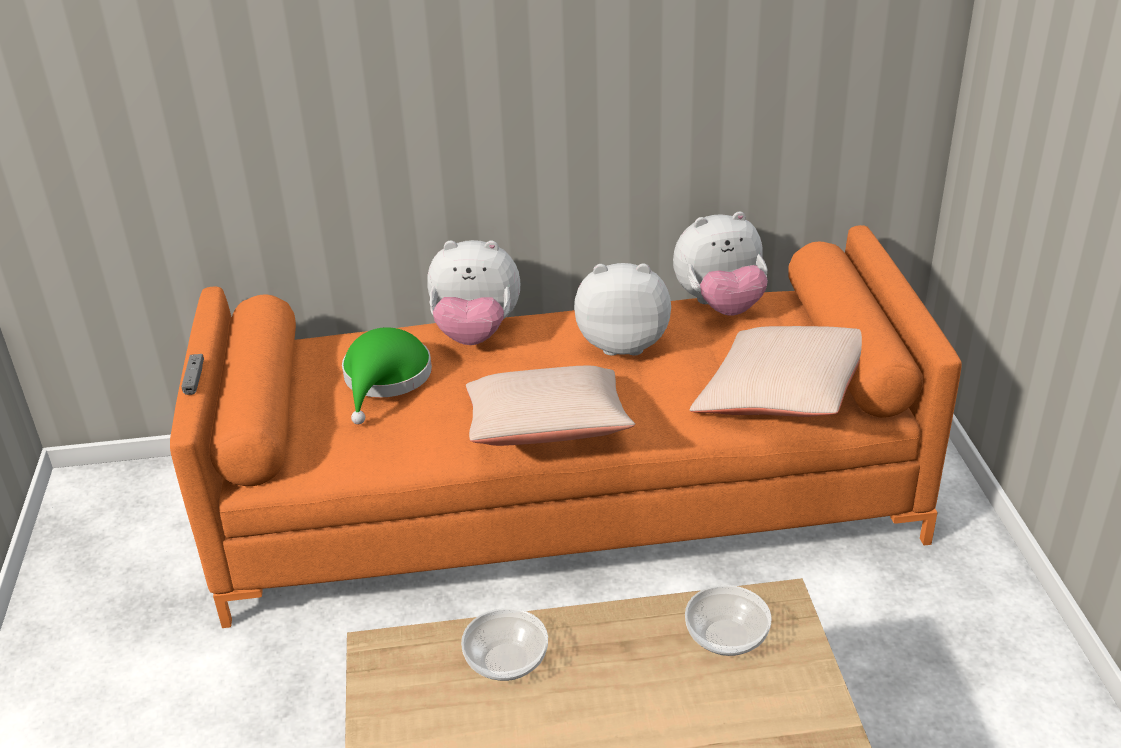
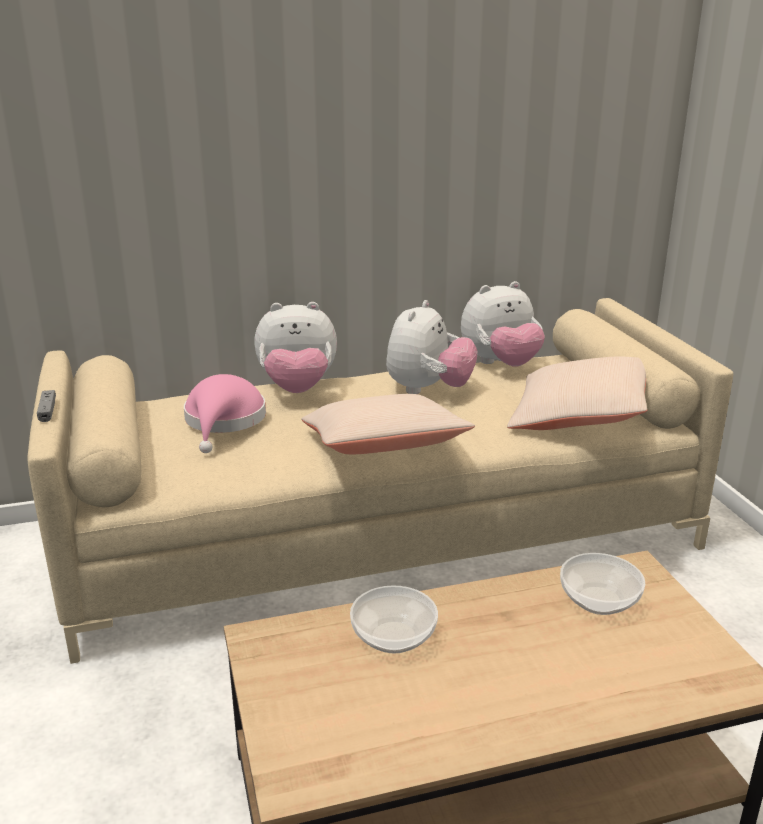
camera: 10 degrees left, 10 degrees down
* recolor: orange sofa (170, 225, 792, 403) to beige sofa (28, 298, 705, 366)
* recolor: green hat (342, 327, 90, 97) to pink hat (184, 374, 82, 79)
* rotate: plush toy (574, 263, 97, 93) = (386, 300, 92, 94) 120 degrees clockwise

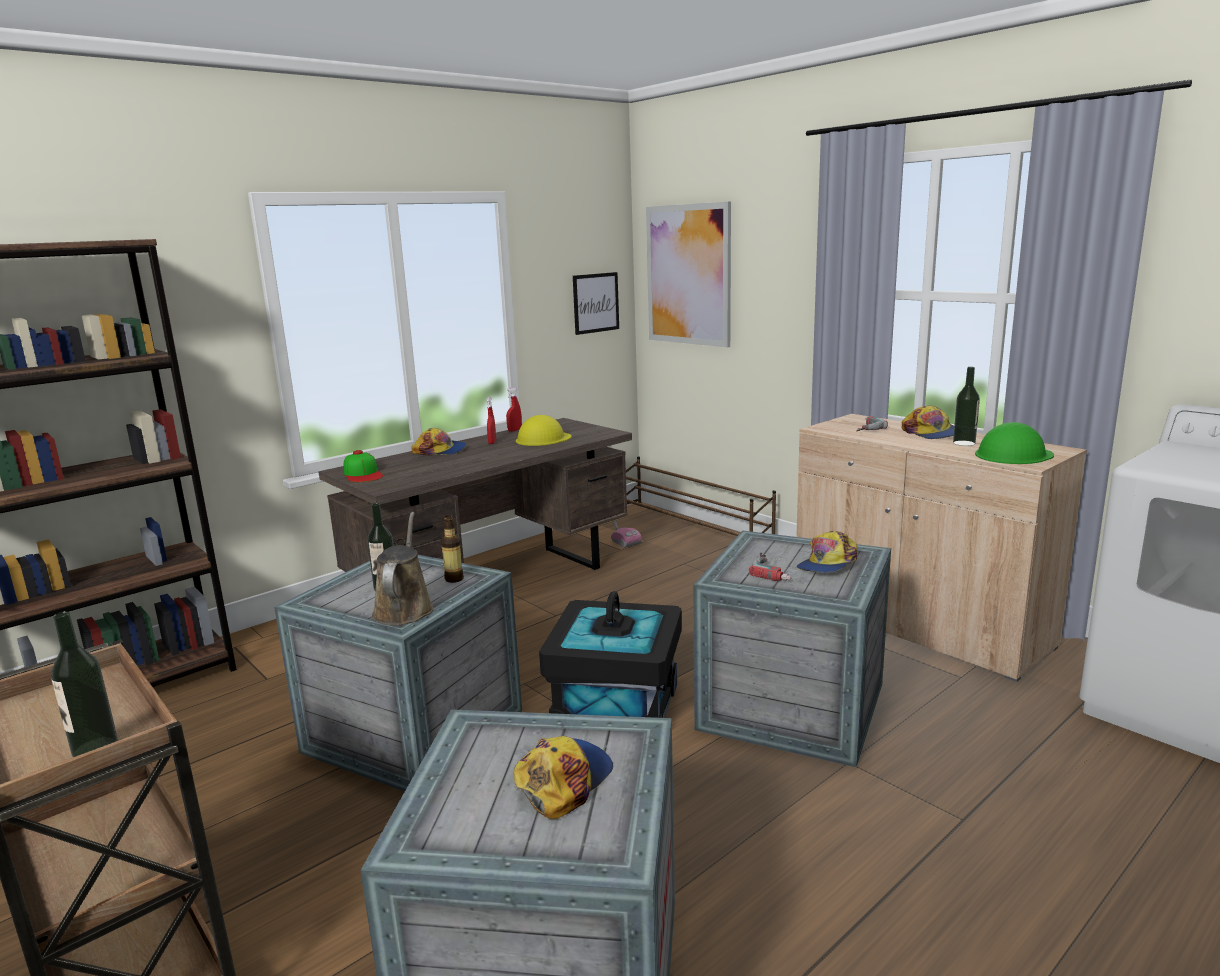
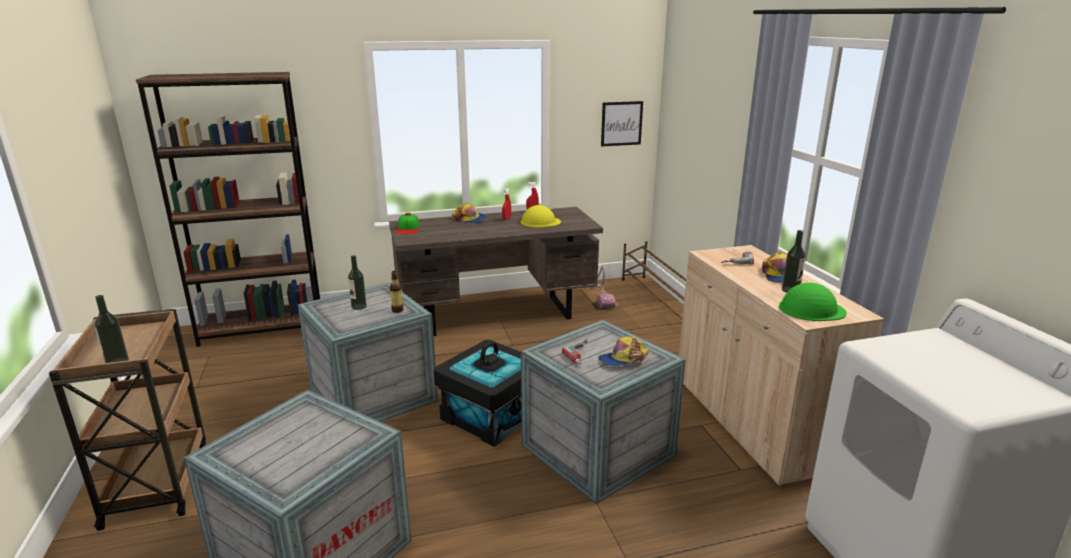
camera: 25 degrees right, 5 degrees up
* delete: brown watering can (372, 512, 62, 113)
* delete: cap (513, 736, 100, 83)
* delete: picture (646, 202, 85, 146)

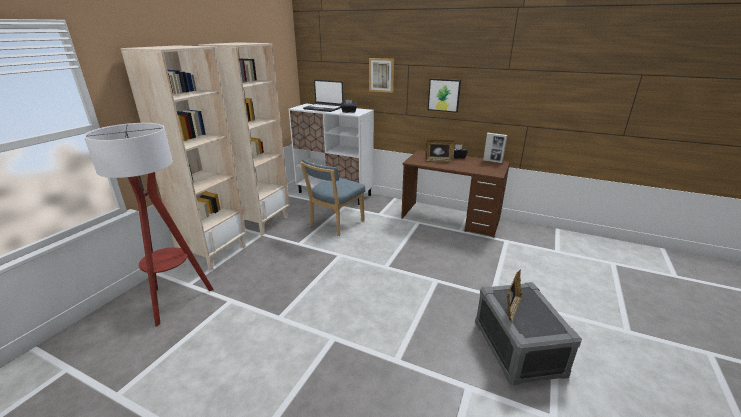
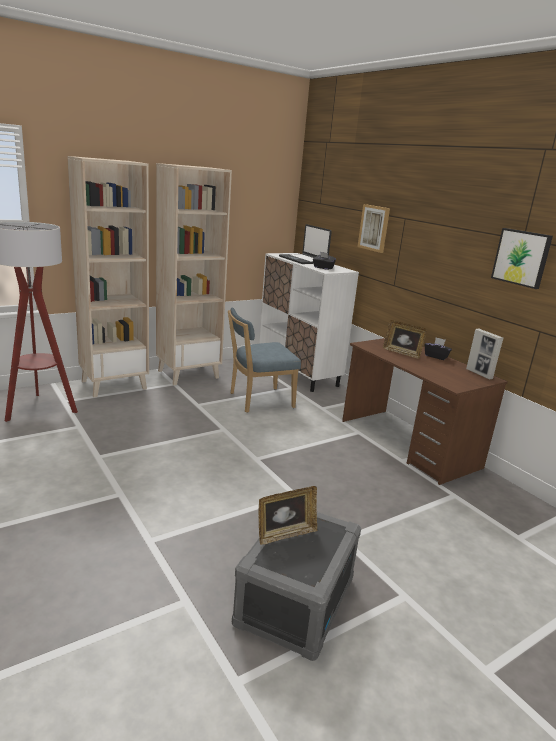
camera: 30 degrees right, 5 degrees down
* move: picture (428, 78, 33, 35) to (491, 228, 62, 61)

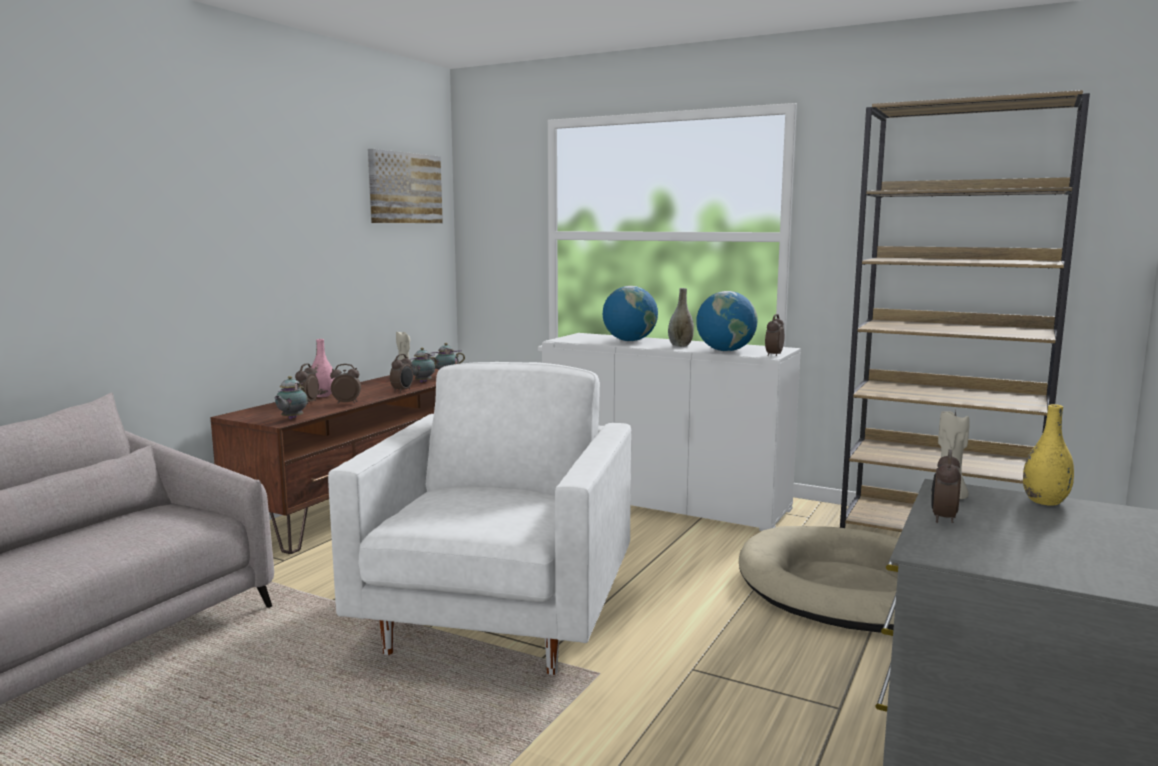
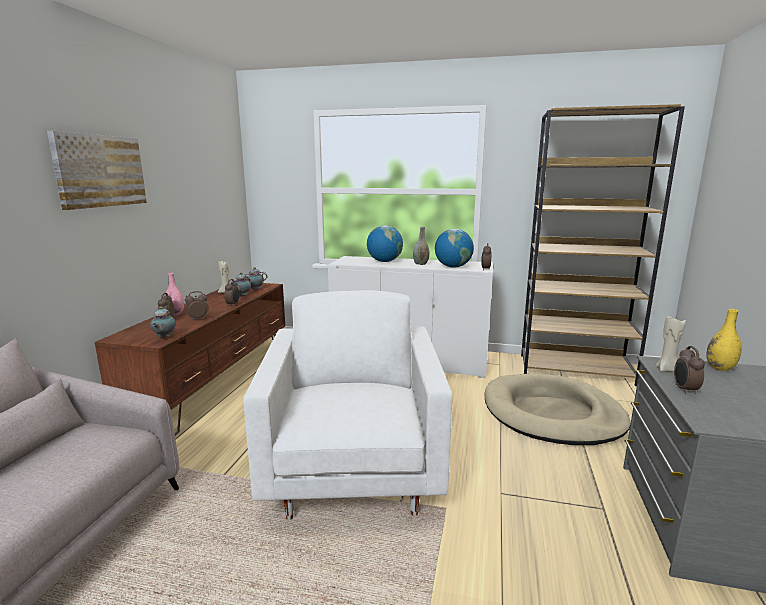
camera: 15 degrees left, 5 degrees up
* move: picture (368, 149, 75, 74) to (47, 131, 100, 79)

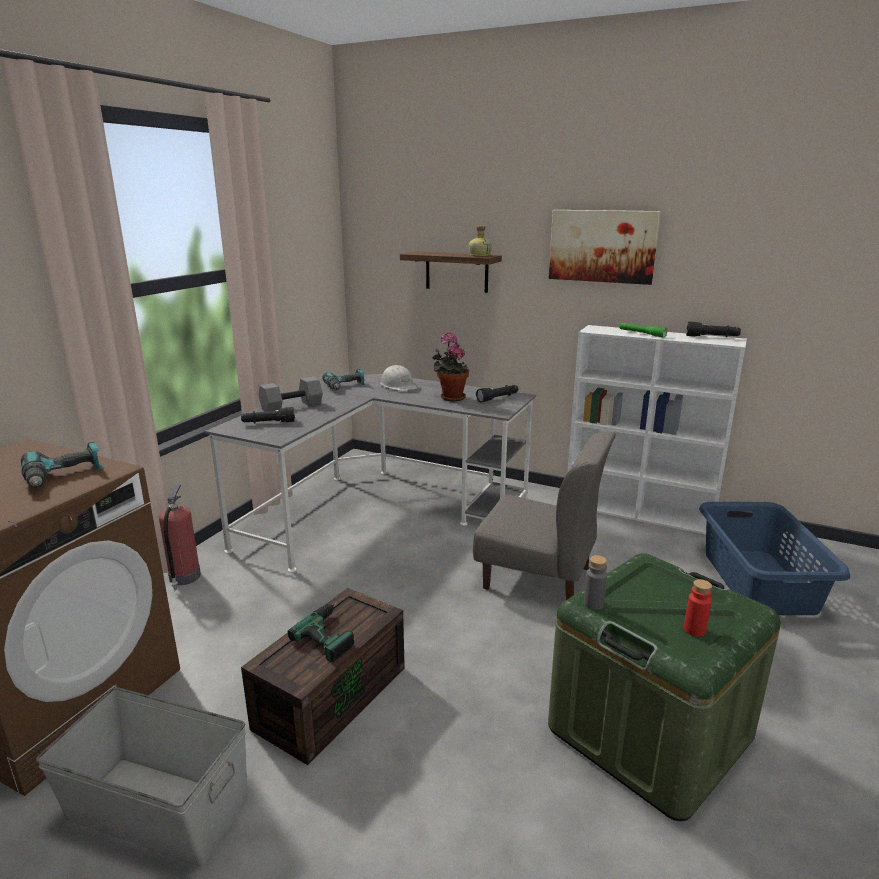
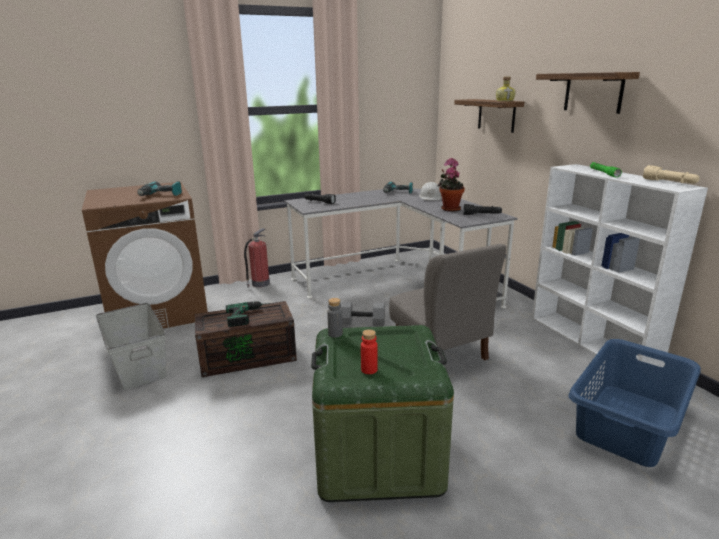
camera: 40 degrees right, 0 degrees up
* move: grey dumbbell (259, 377, 64, 35) to (340, 302, 45, 24)
* replace: picture (549, 210, 112, 75) to shelf (536, 72, 104, 42)
* recolor: black flashlight (686, 322, 55, 15) to beige flashlight (643, 165, 57, 19)

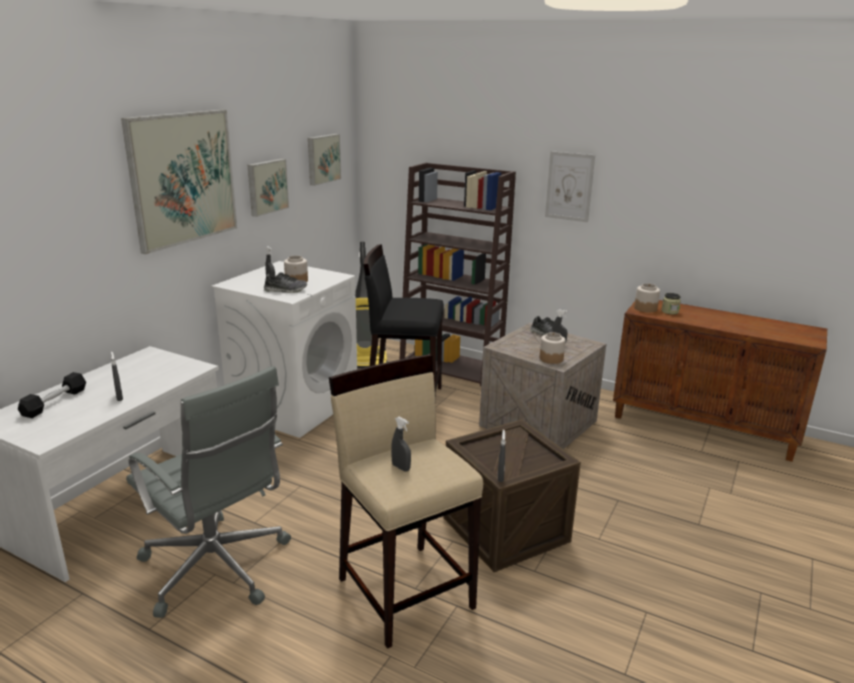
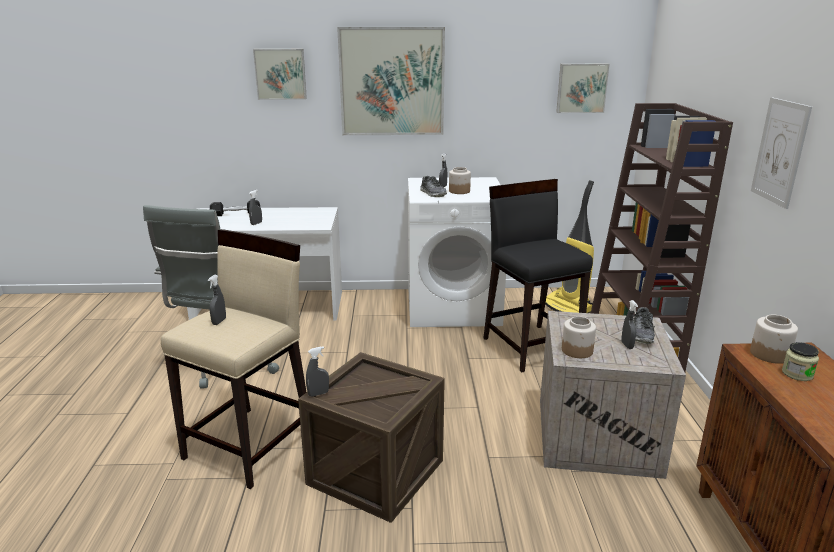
camera: 60 degrees right, 0 degrees up
* move: picture (248, 159, 41, 58) to (253, 49, 54, 51)

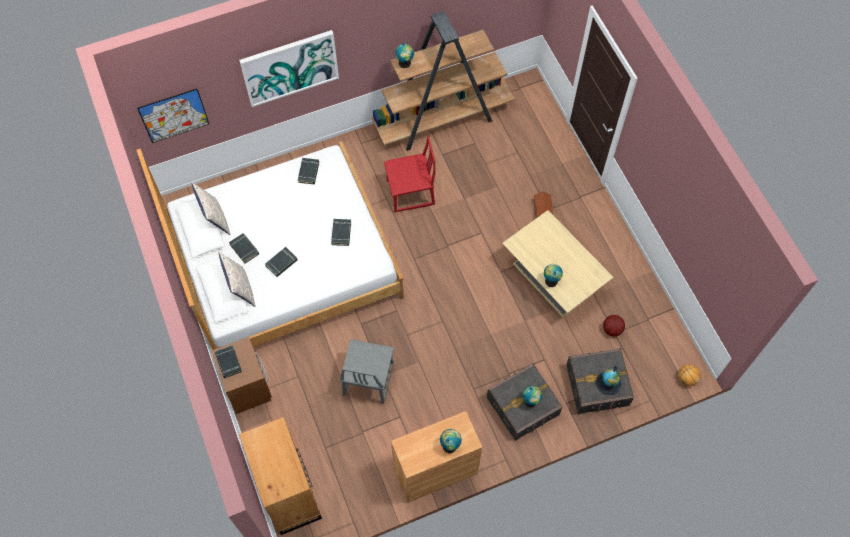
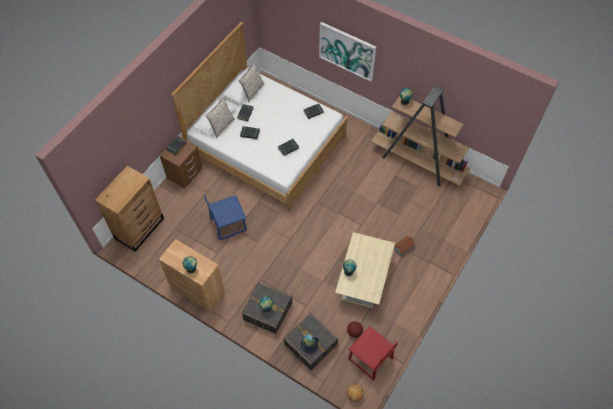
camera: 55 degrees right, 5 degrees down
* delete: picture (137, 88, 72, 55)
* move: red chair (384, 136, 51, 77) to (348, 326, 50, 55)
* recolor: grey chair (340, 339, 54, 65) to blue chair (204, 194, 43, 46)

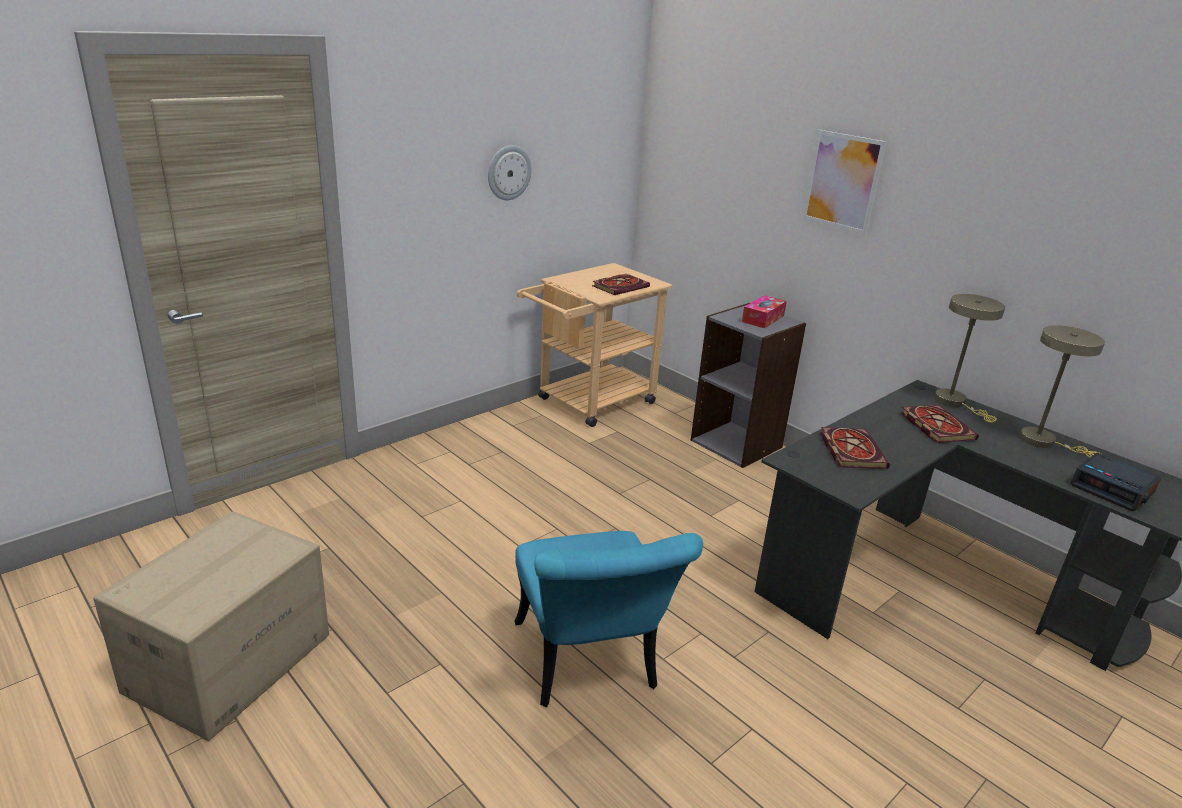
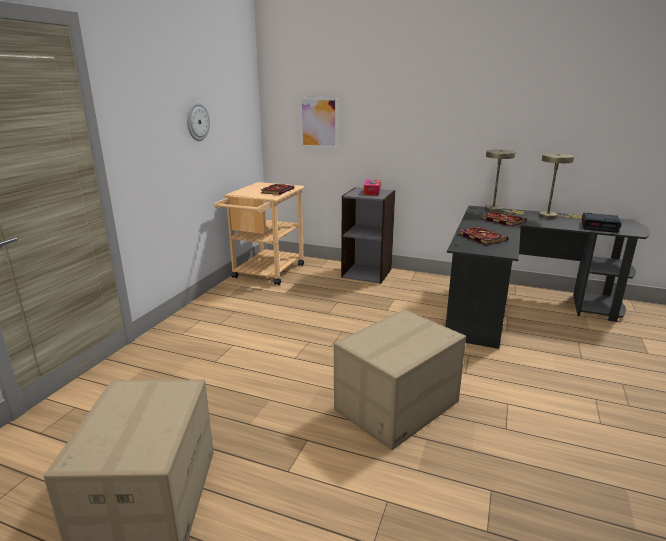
camera: 25 degrees left, 5 degrees down
* move: picture (802, 130, 85, 105) to (300, 98, 38, 51)
* replace: turquoise chair (514, 531, 189, 176) to cardboard box (334, 309, 132, 141)

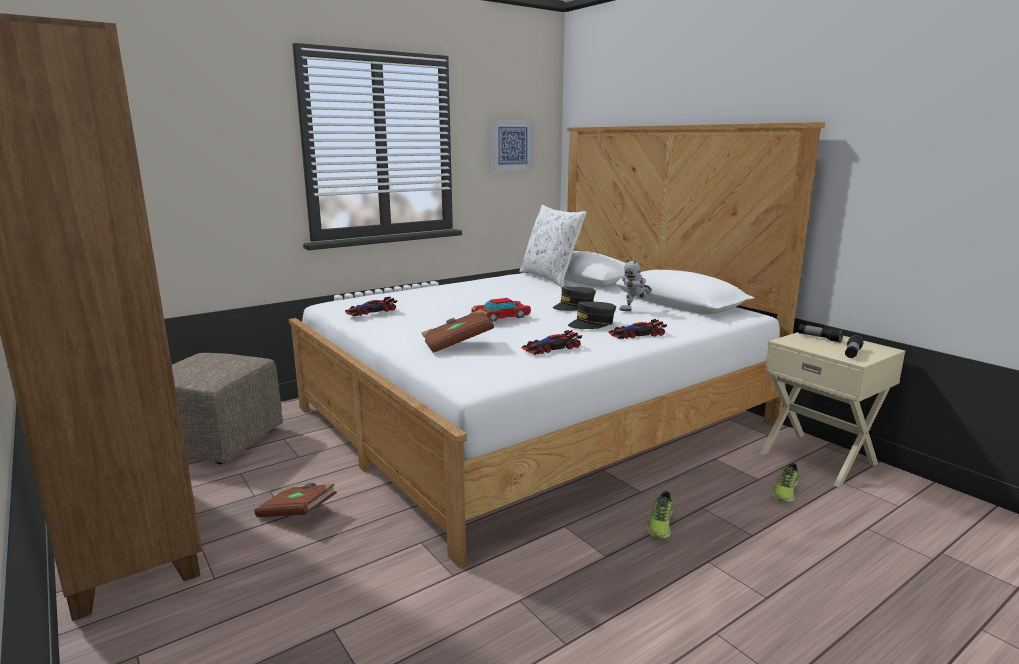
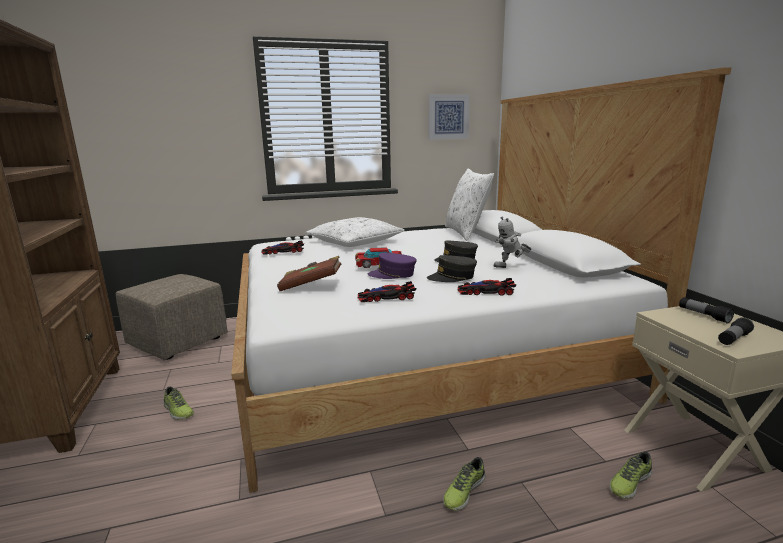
camera: 20 degrees right, 0 degrees up
* insert: white pillow (306, 217, 99, 30)
* insert: purple cap (367, 252, 50, 27)
* replace: brown book (254, 483, 83, 34) to shoe (163, 387, 31, 33)

